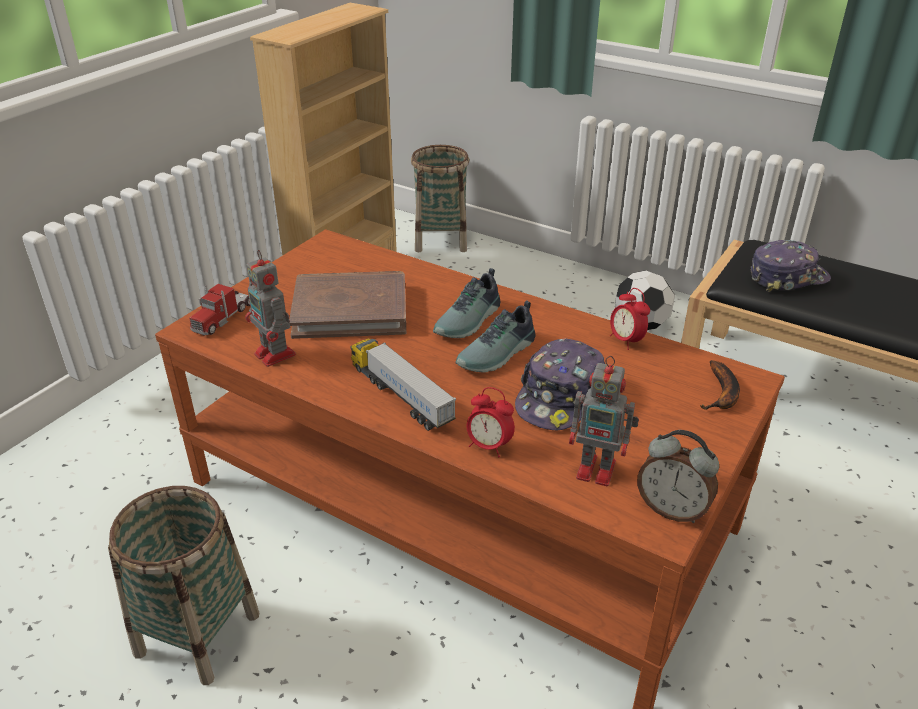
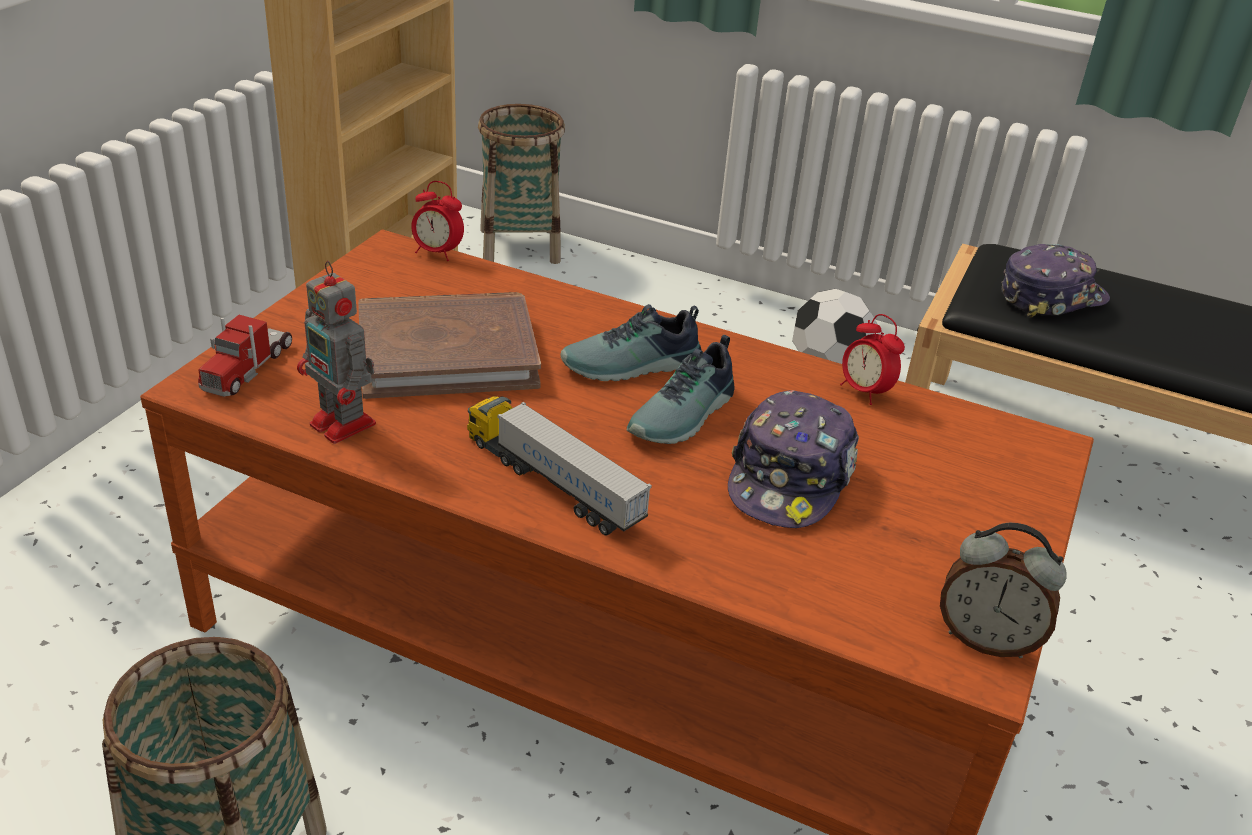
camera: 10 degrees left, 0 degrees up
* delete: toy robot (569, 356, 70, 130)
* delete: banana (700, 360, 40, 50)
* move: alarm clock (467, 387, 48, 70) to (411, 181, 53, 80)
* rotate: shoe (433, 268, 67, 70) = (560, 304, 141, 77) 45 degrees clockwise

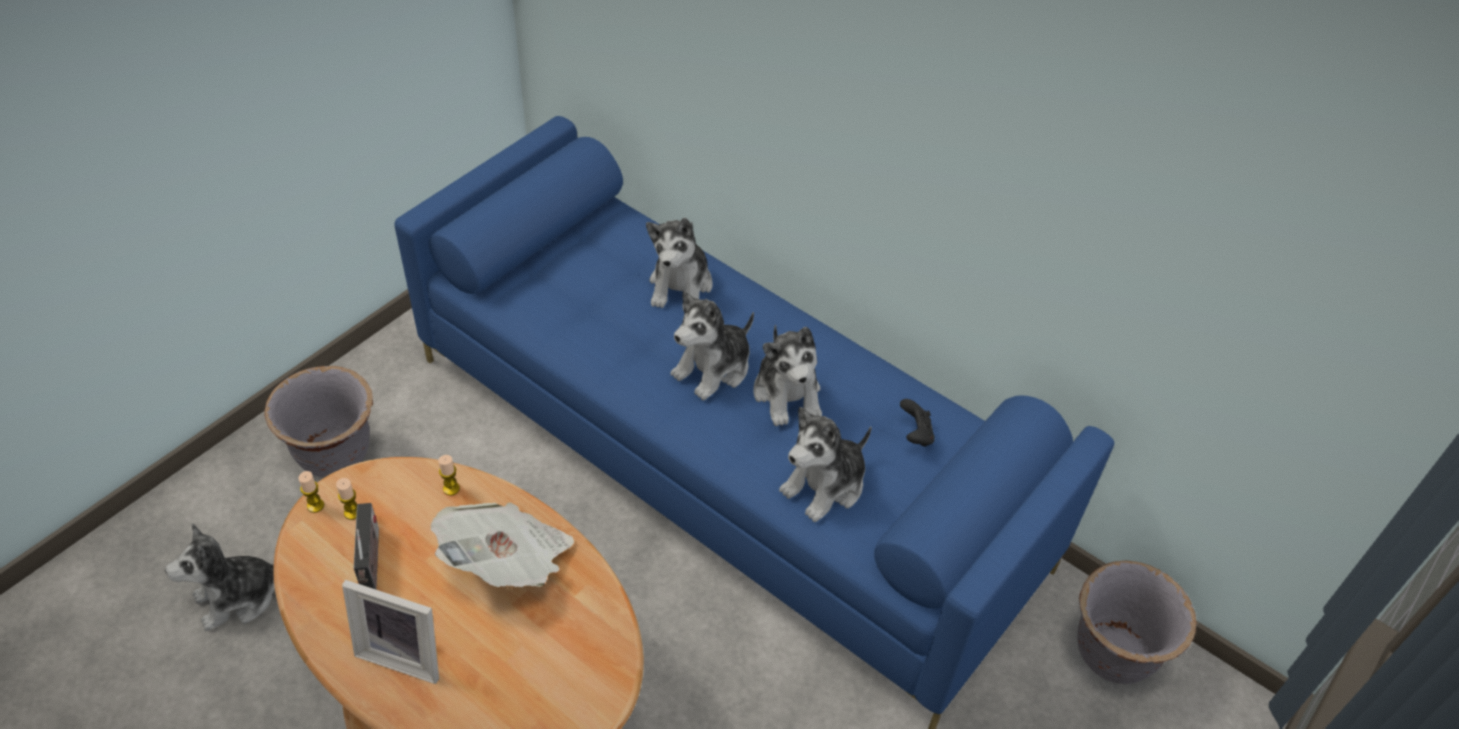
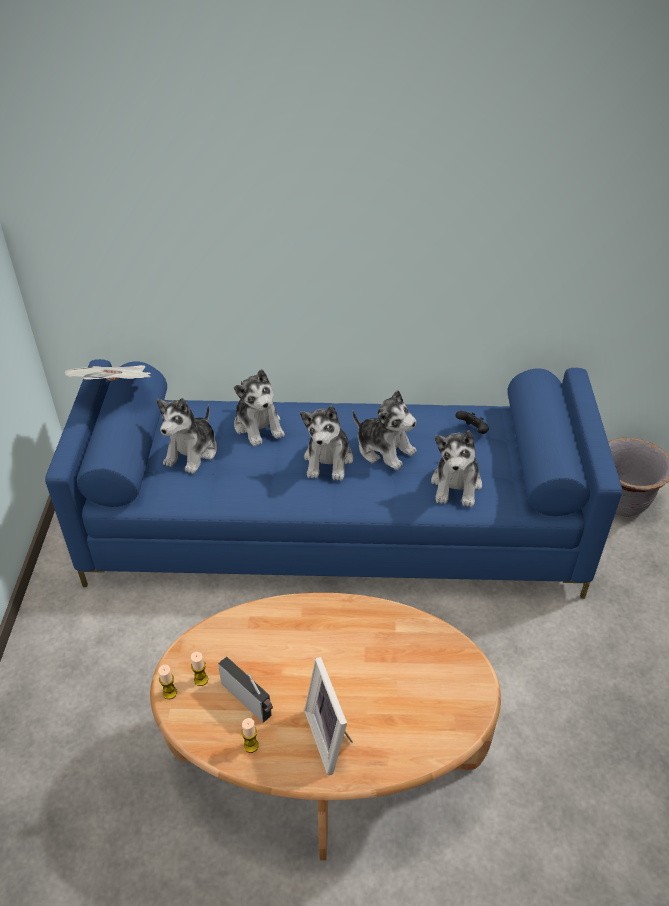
camera: 35 degrees left, 5 degrees down
* delete: grey planter (264, 366, 109, 111)
* move: plush toy (165, 524, 110, 107) to (157, 398, 60, 76)
* move: newspaper (430, 503, 144, 84) to (65, 365, 86, 16)
* move: candle (438, 455, 22, 41) to (241, 718, 18, 35)
* rotate: picture frame (342, 580, 97, 104) = (304, 657, 49, 118) 90 degrees clockwise

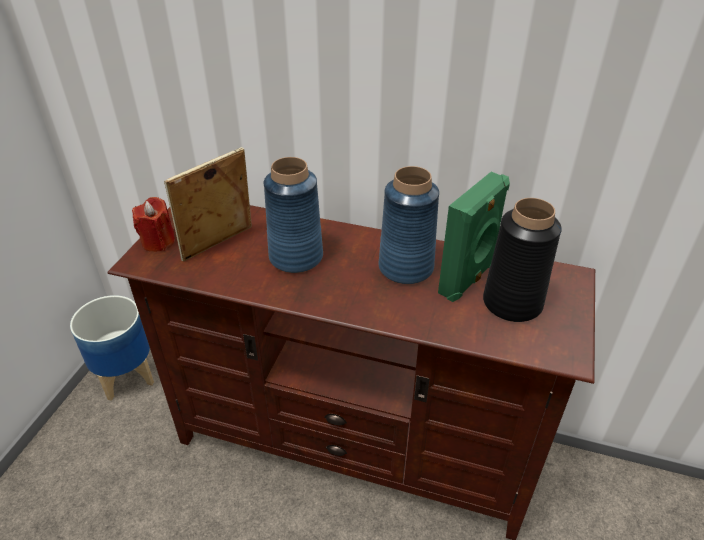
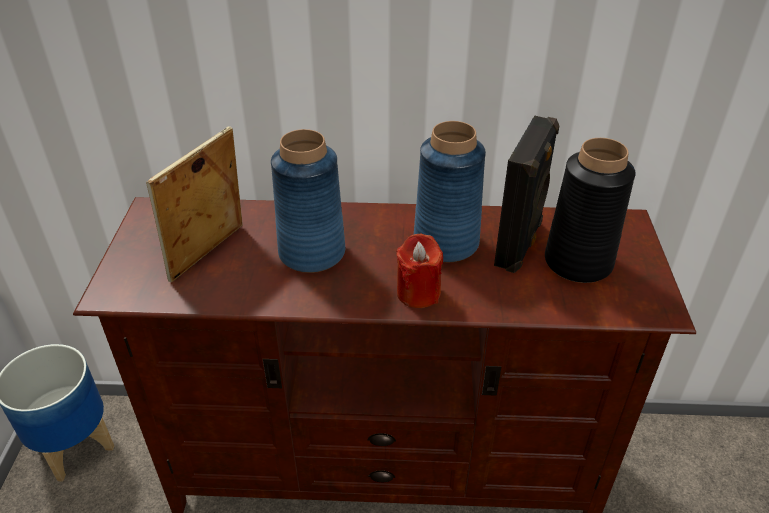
camera: 15 degrees left, 0 degrees up
* move: red candle (132, 197, 43, 55) to (396, 234, 47, 74)
* recolor: green speaker (438, 172, 72, 130) to black speaker (494, 115, 65, 158)

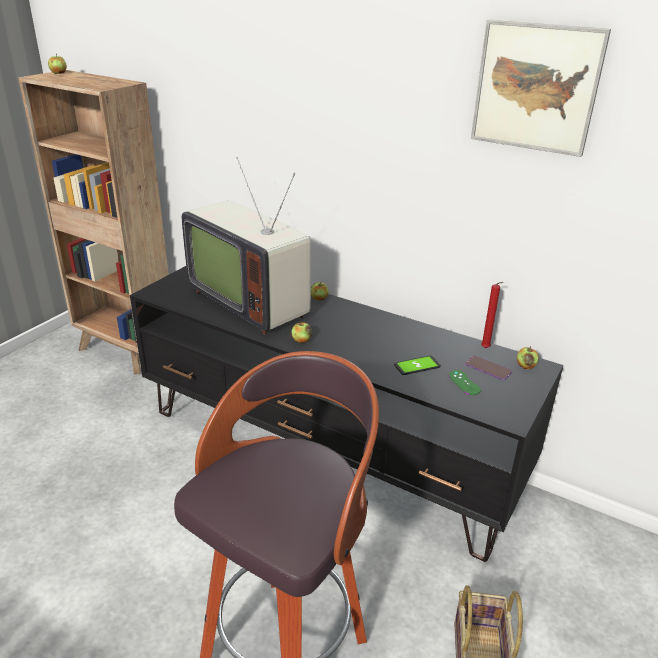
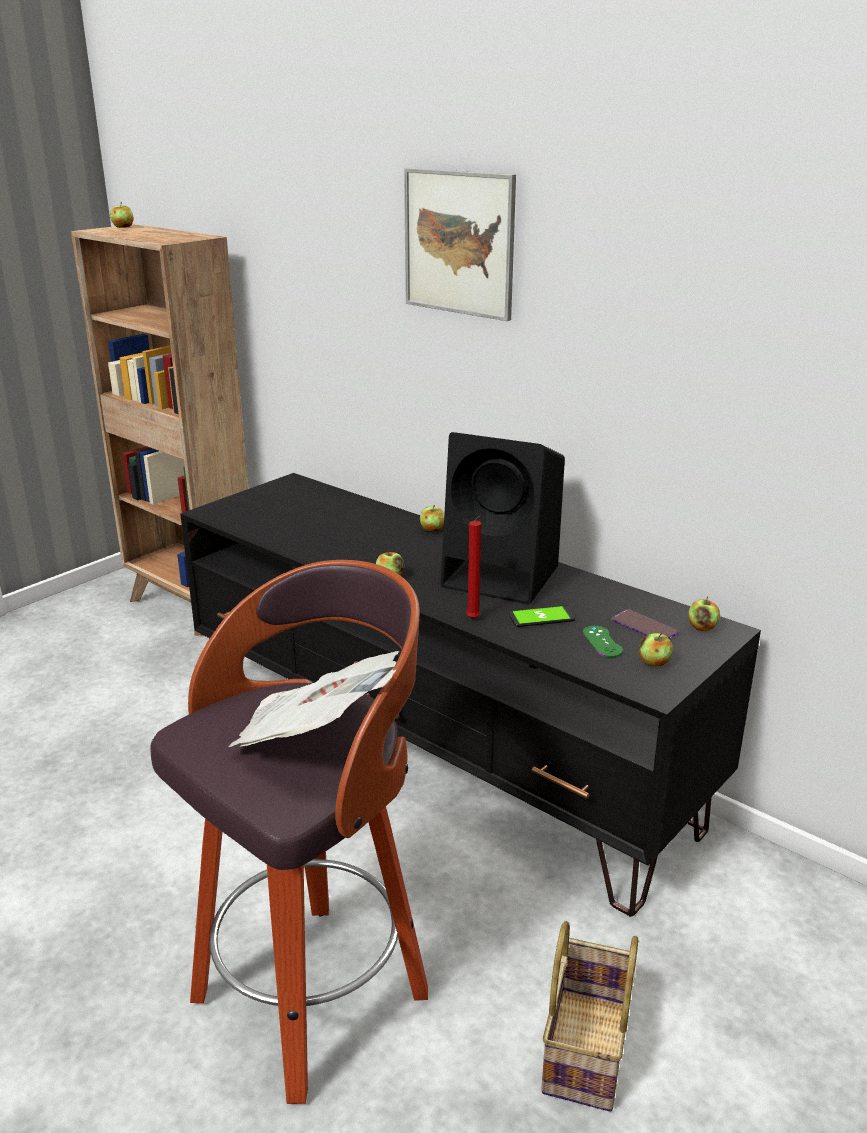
camera: 10 degrees right, 5 degrees down
* delete: television (182, 157, 129, 177)
* insert: newspaper (229, 651, 171, 96)
* insert: black speaker (441, 432, 124, 173)
* insert: apple (639, 633, 34, 33)
* move: picture (471, 20, 140, 137) to (404, 168, 112, 153)
* move: red candle (481, 282, 22, 66) to (466, 516, 15, 103)

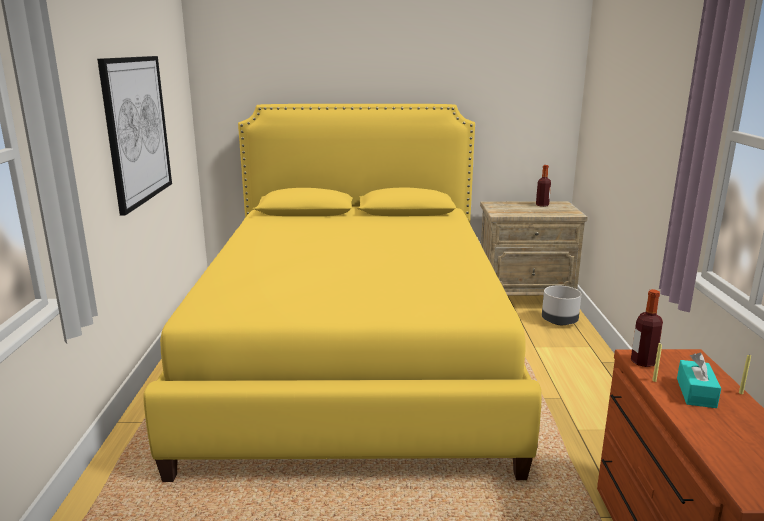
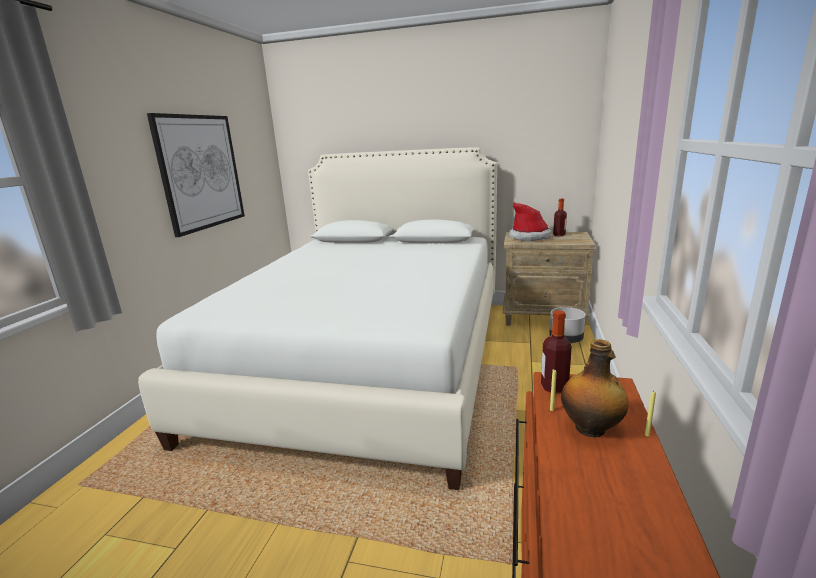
camera: 15 degrees right, 0 degrees up
* insert: hat (509, 203, 43, 38)
* replace: turquoise tissue box (677, 353, 44, 55) to bottle (561, 339, 67, 98)
* recolor: yellow bed (143, 104, 399, 378) to white bed (138, 147, 359, 343)

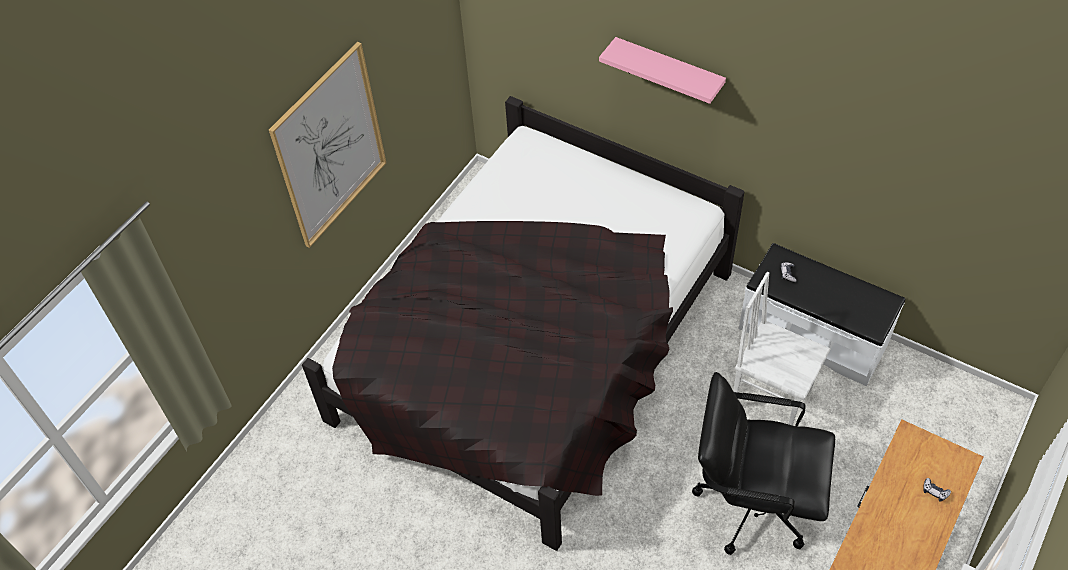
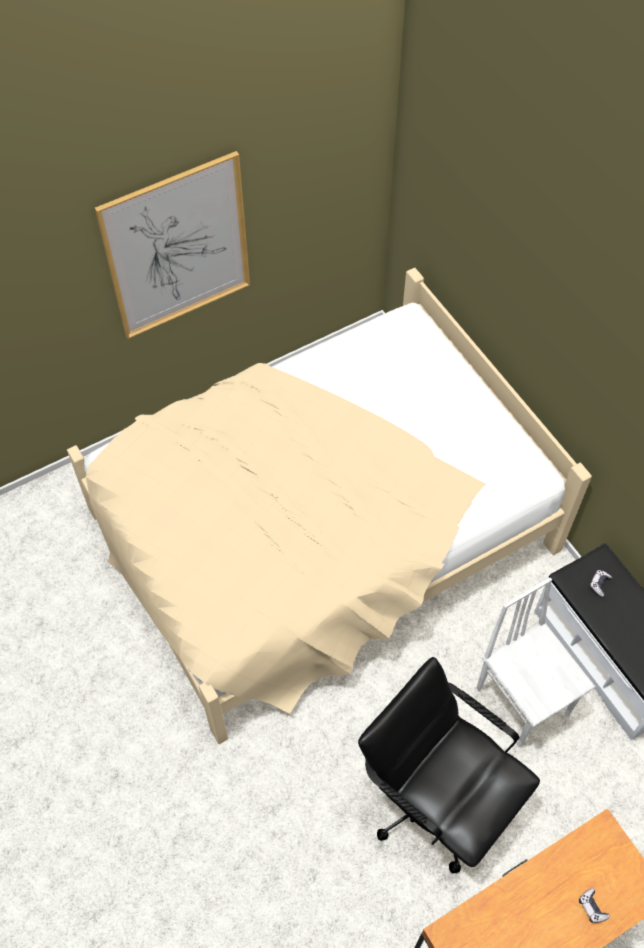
camera: 25 degrees right, 5 degrees up
* delete: pink shelf (599, 37, 127, 67)
* recolor: black bed (302, 96, 443, 455) to beige bed (67, 268, 525, 476)

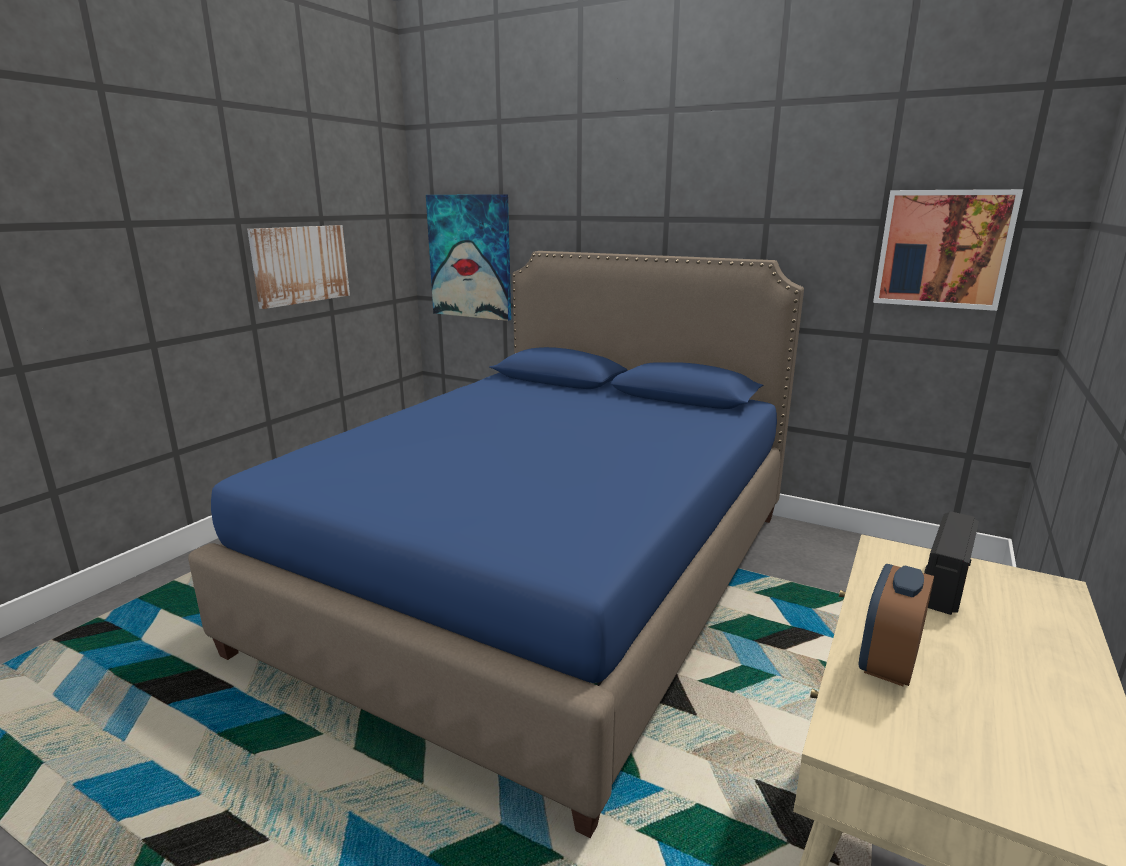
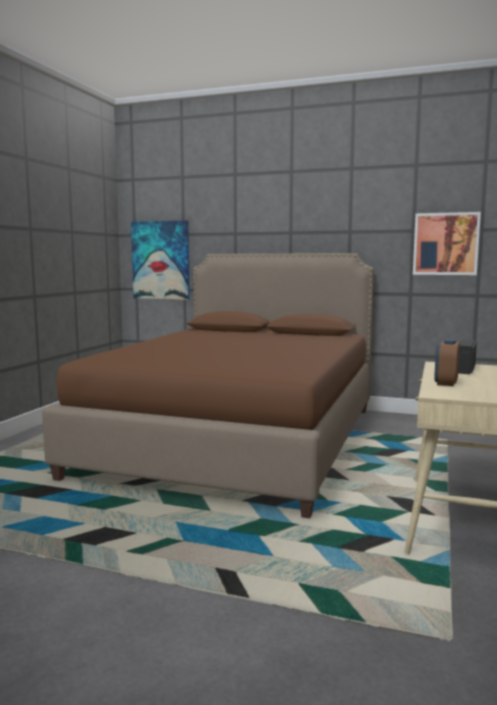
camera: 10 degrees left, 10 degrees down
* delete: picture (247, 225, 103, 84)
* recolor: blue bed (188, 251, 616, 587) to brown bed (42, 253, 332, 265)

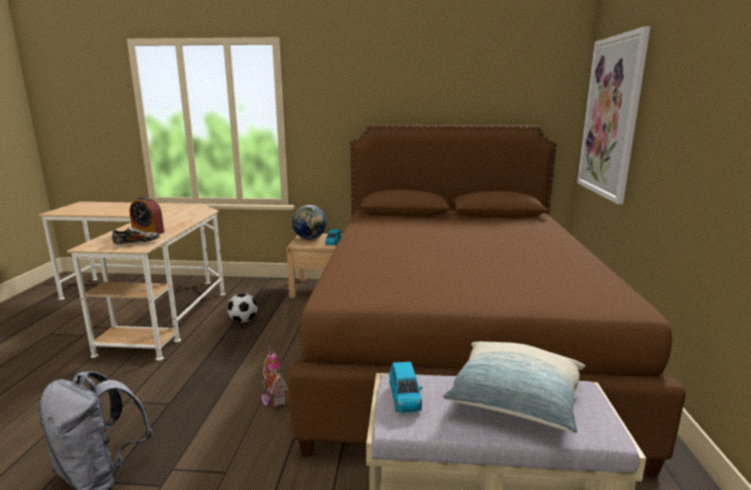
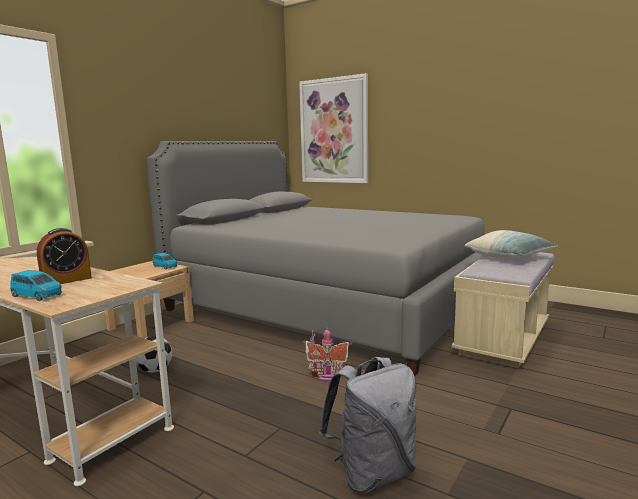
camera: 60 degrees left, 5 degrees down
* delete: shoe (112, 227, 48, 18)
* delete: globe (292, 205, 35, 35)
* move: blue toy car (390, 362, 32, 51) to (10, 270, 52, 31)
* recolor: brown bed (288, 125, 398, 352) to grey bed (146, 141, 339, 235)

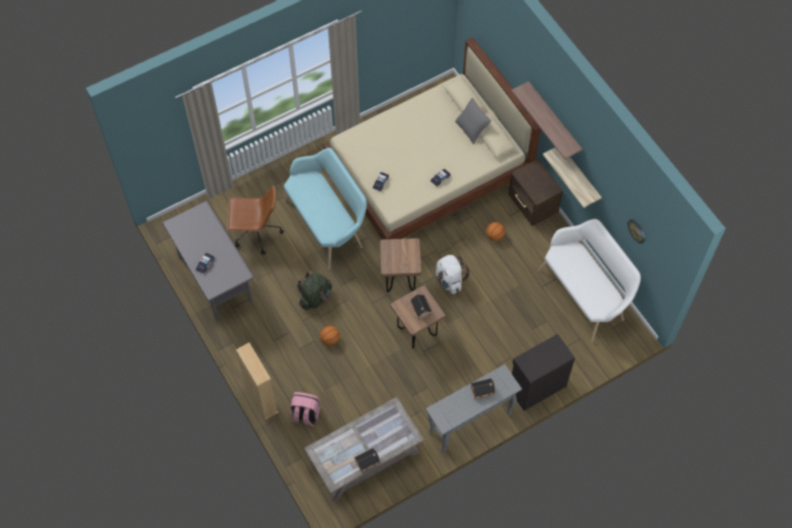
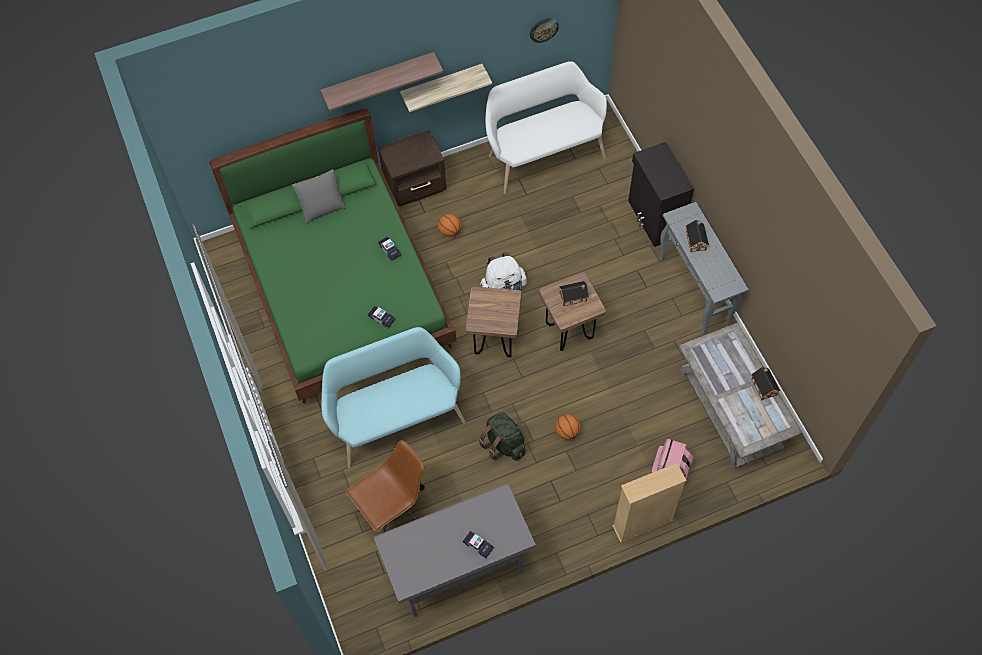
camera: 80 degrees left, 0 degrees up
* recolor: beige bed (324, 38, 217, 201) to green bed (210, 108, 246, 296)
* rotate: brown office chair (227, 185, 57, 70) = (346, 440, 79, 93) 45 degrees clockwise

